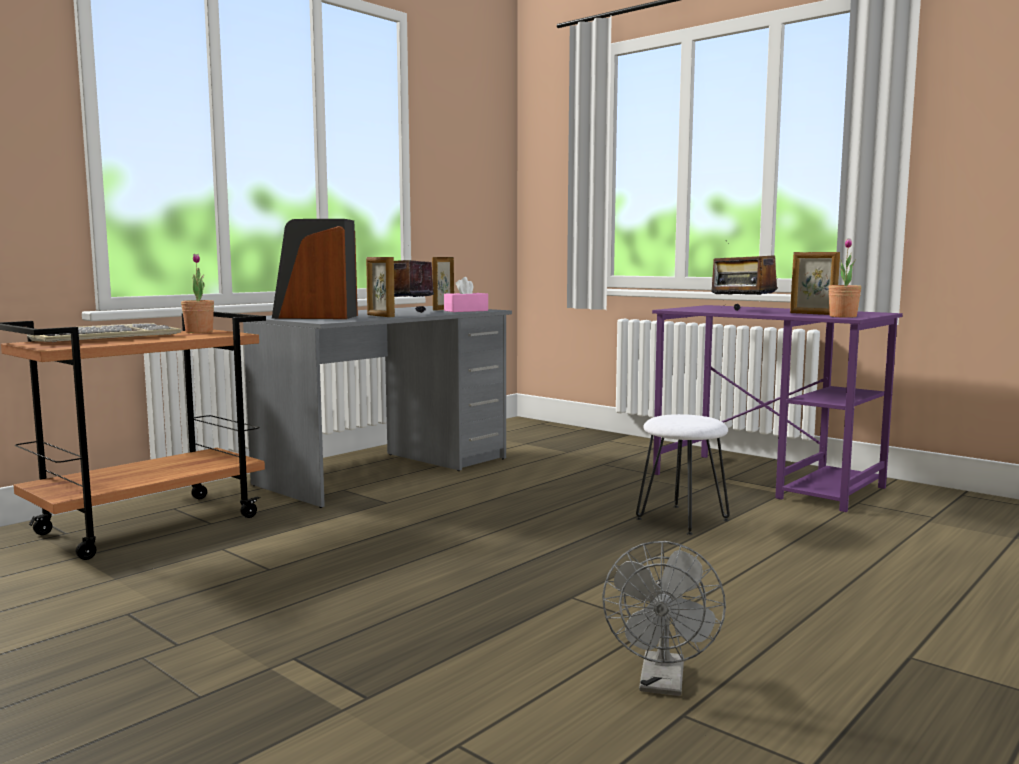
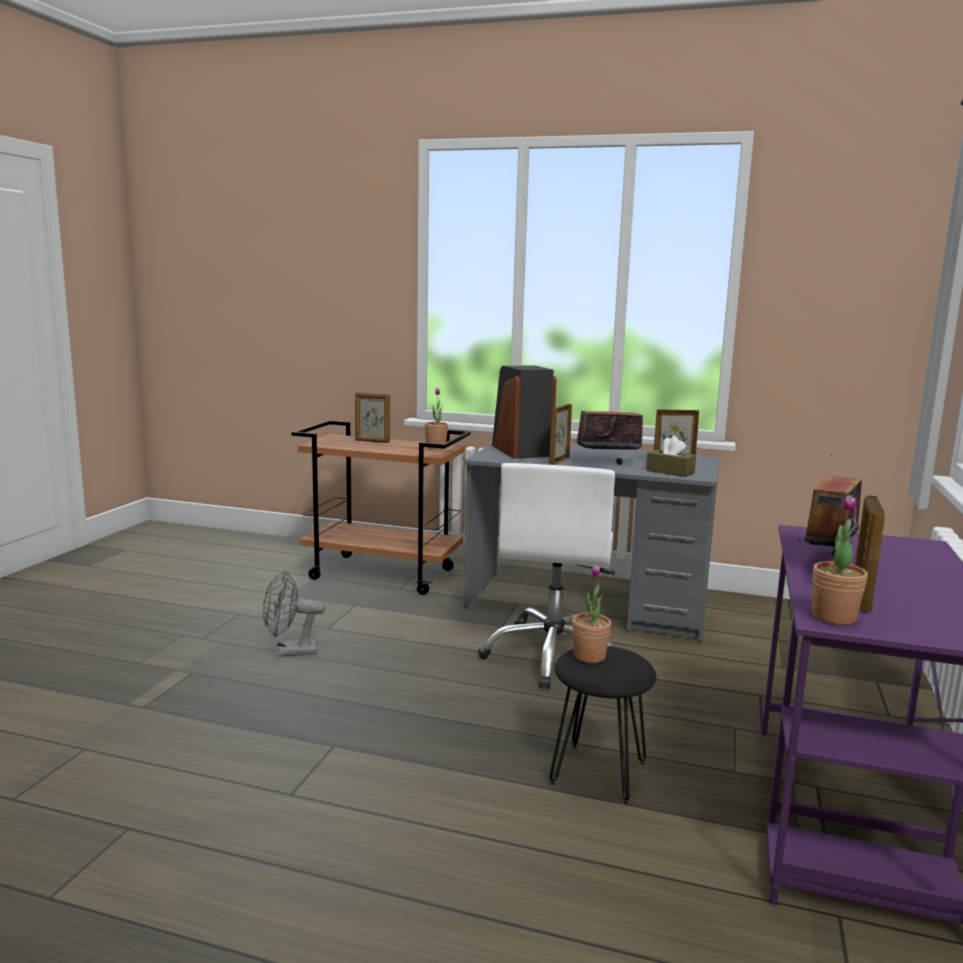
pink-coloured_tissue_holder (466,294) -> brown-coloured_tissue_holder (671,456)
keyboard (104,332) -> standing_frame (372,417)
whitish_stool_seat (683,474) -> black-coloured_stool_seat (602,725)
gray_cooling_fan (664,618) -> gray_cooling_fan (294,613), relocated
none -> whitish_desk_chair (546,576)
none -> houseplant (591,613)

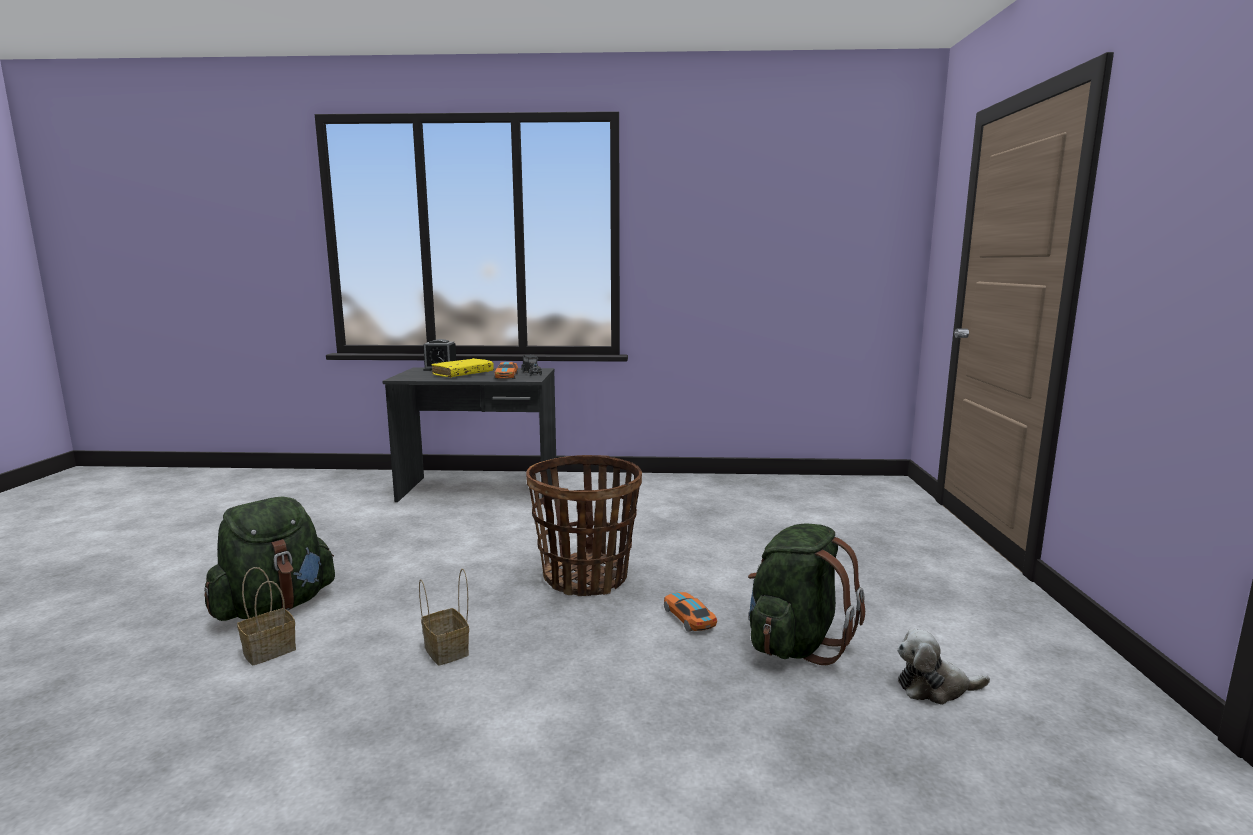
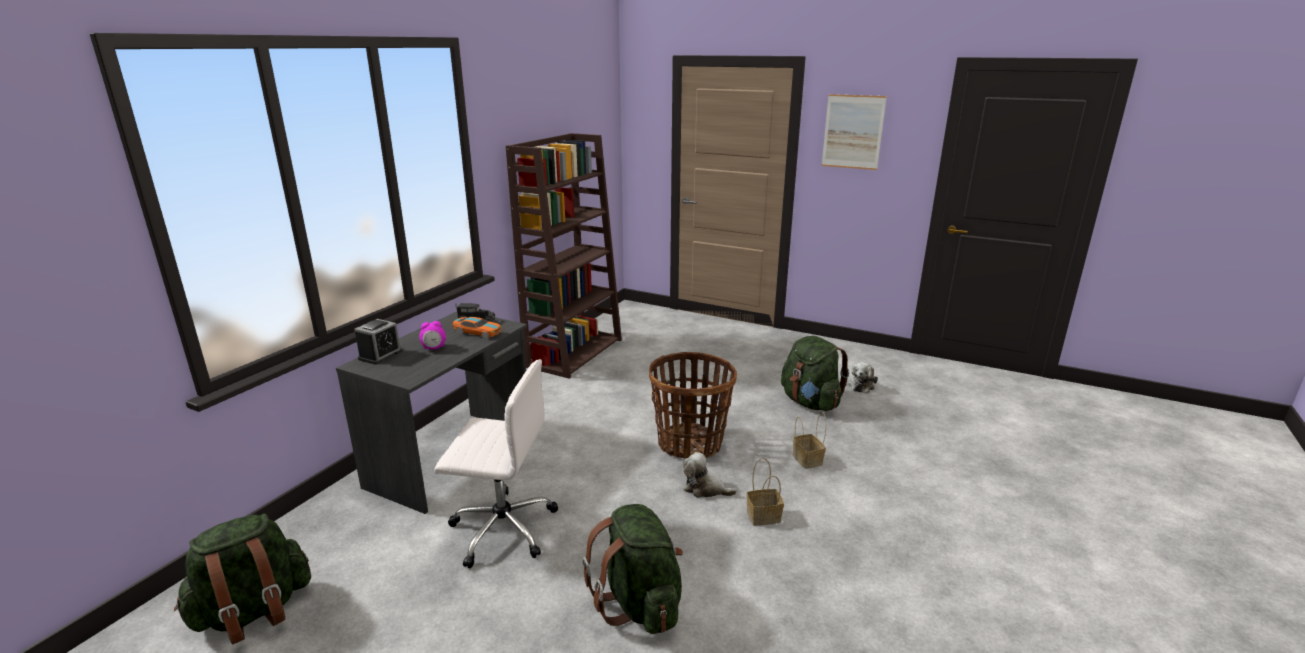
yellow-coloured_volume (463,368) -> alarm_clock (432,335)
storage_basket (266,616) -> storage_basket (809,440), relocated
toy_car (690,612) -> none
none -> picture (854,132)
none -> brown-coloured_bookshelf (564,256)
none -> whitish_desk_chair (496,464)
none -> cuddly_toy (710,475)
none -> greenish_knapsack (242,579)

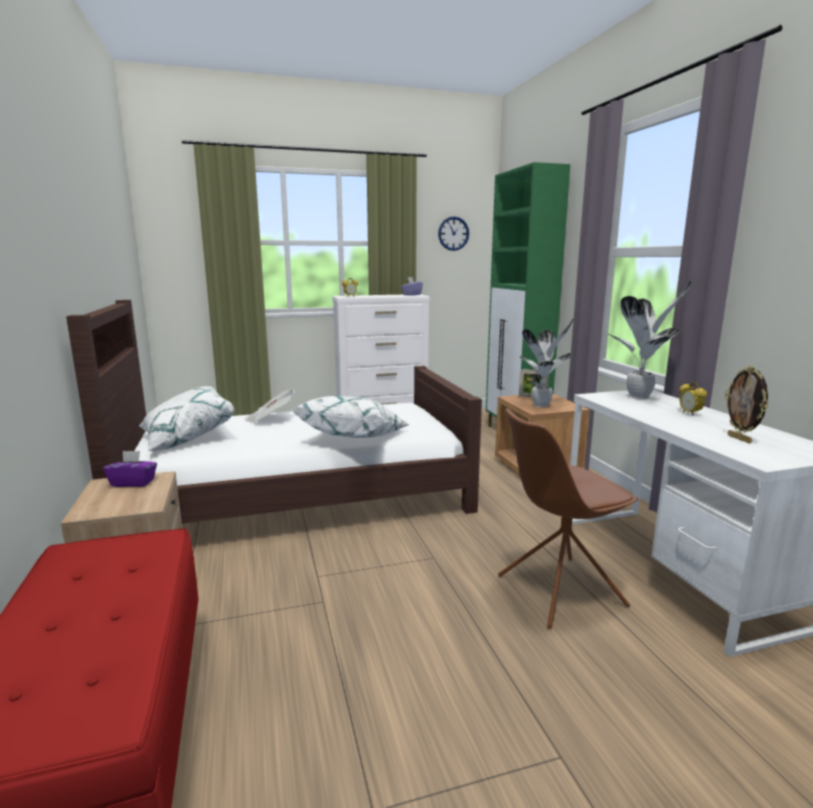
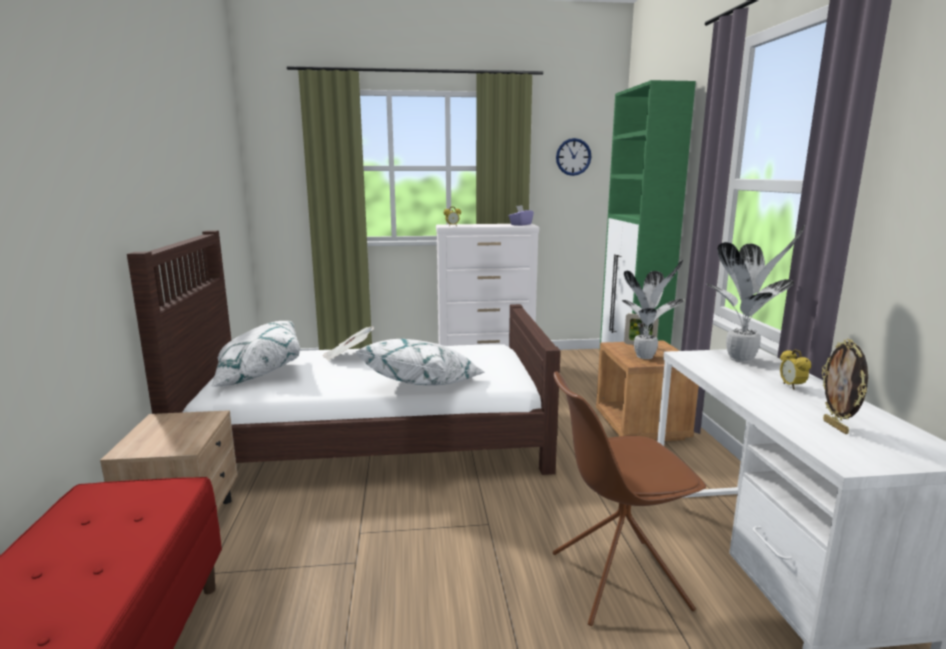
purple_tissue_holder (130,469) -> none

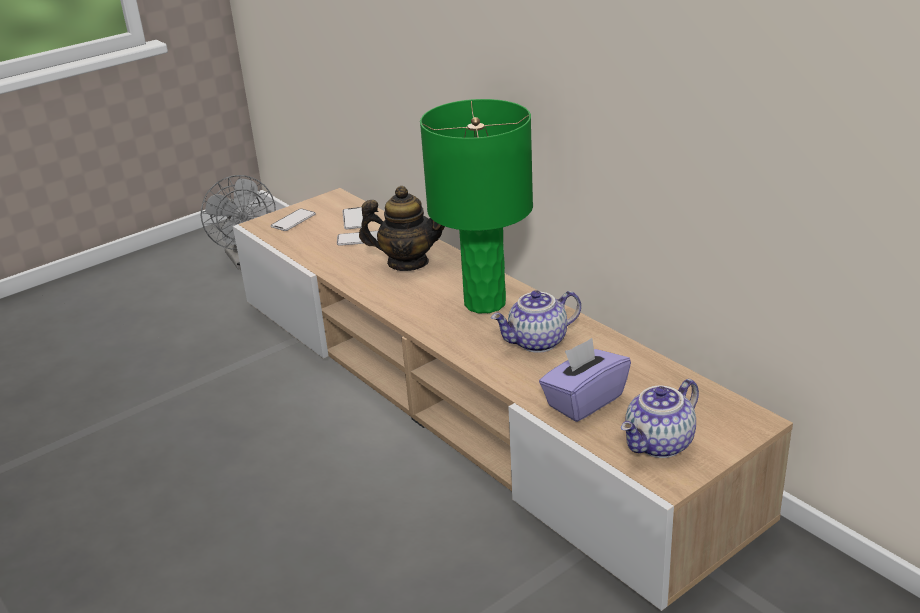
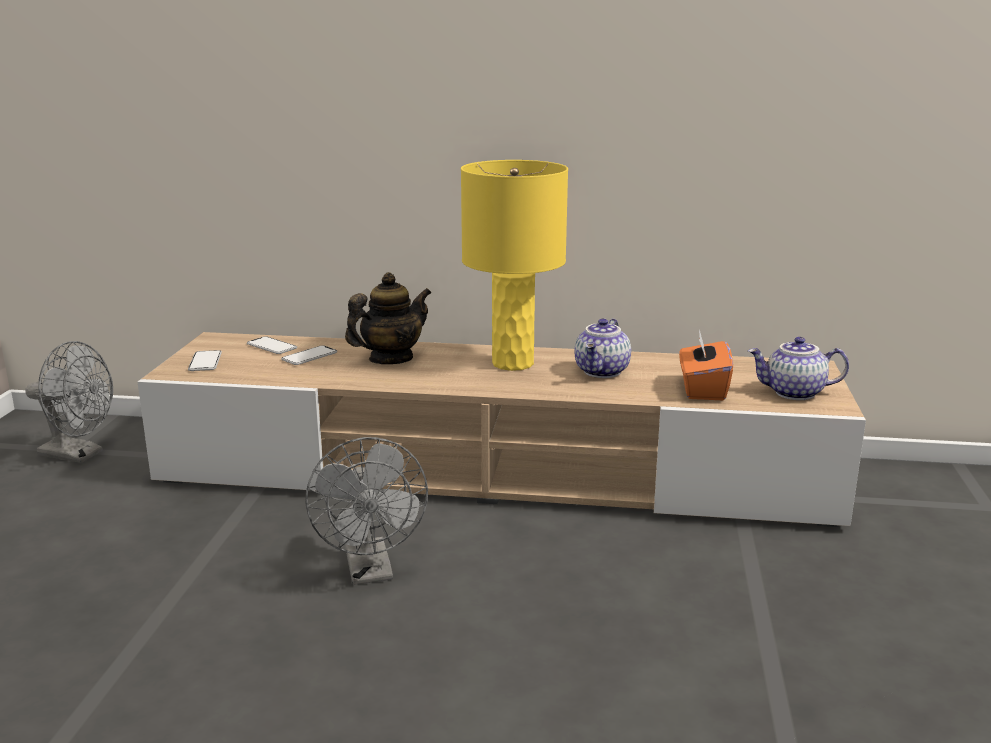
greenish_tabletop_lamp (476,206) -> yellow-coloured_tabletop_lamp (514,265)
purple_tissue_holder (585,380) -> orange_tissue_holder (706,364)
tea_pot (660,418) -> tea_pot (798,368), 90 degrees clockwise
none -> gray_cooling_fan (366,511)

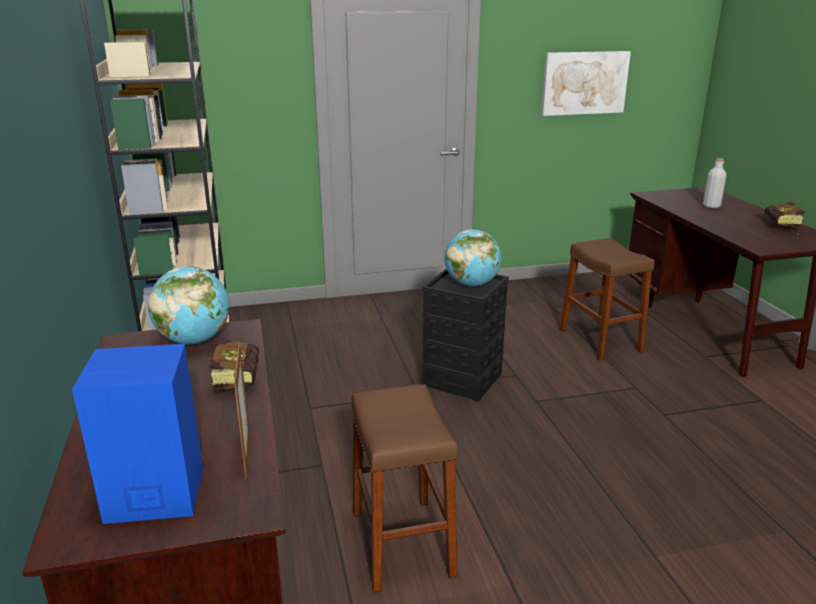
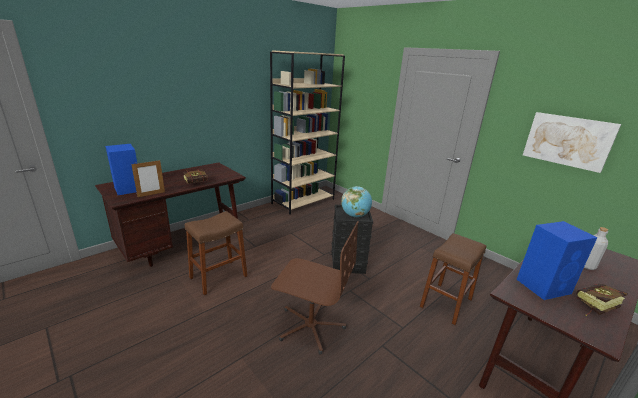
globe (188,305) -> none
none -> brown-coloured_desk_chair (315,287)
none -> bluish_speaker (556,260)

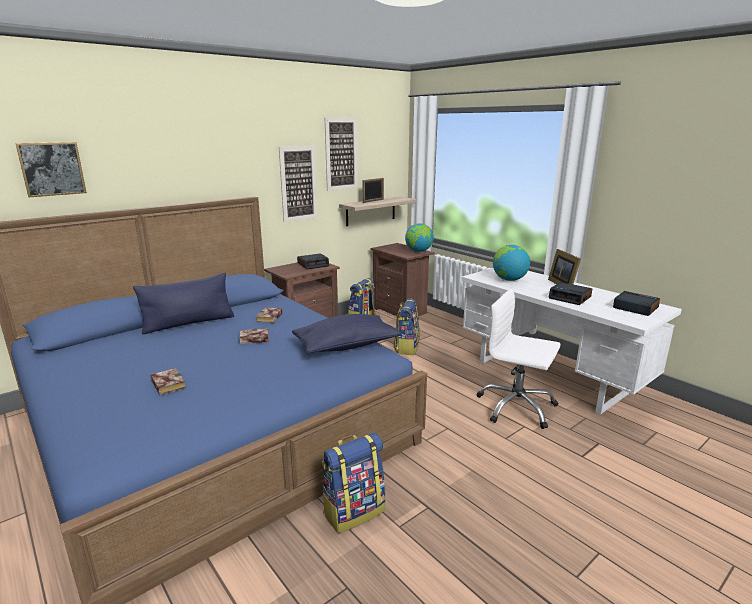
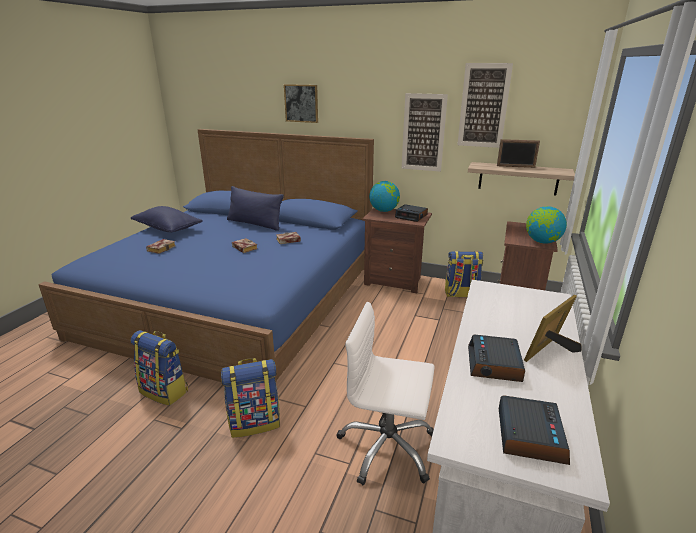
picture (51,169) -> picture (301,103), relocated
globe (511,263) -> globe (384,196), relocated
whitish_desk_chair (518,359) -> whitish_desk_chair (385,393), 75 degrees counterclockwise
knapsack (406,327) -> knapsack (250,398), relocated
bluish_cushion (346,334) -> bluish_cushion (166,219), relocated

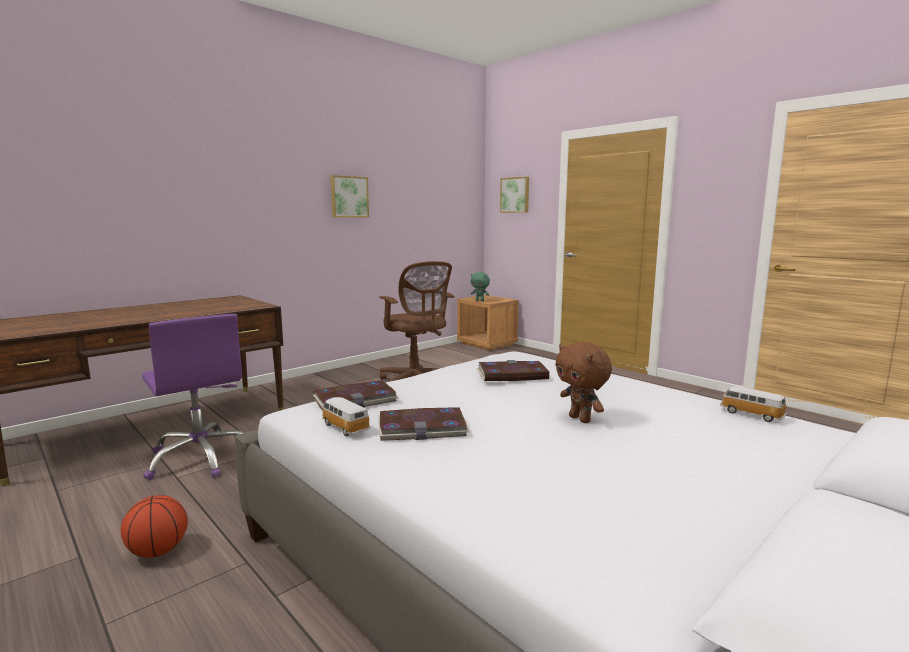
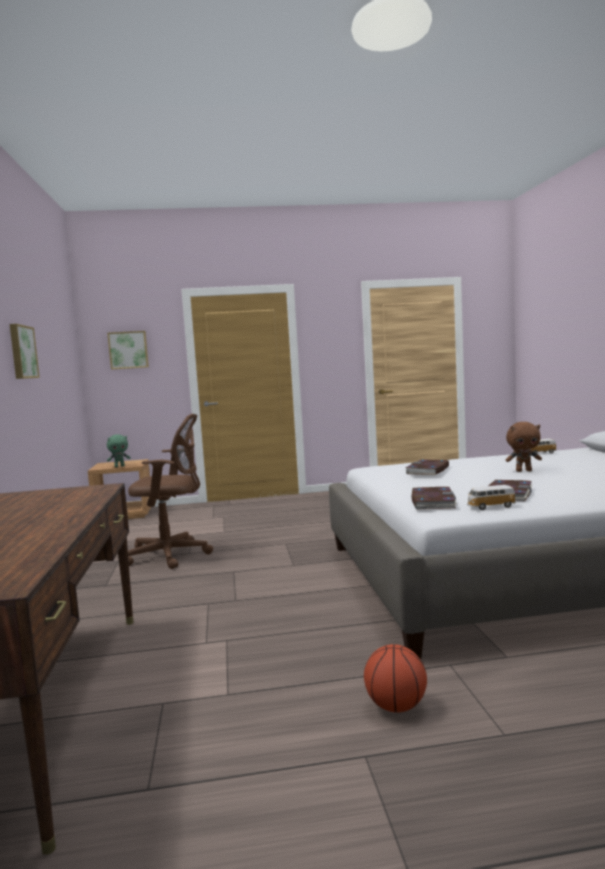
purple_desk_chair (193,397) -> none

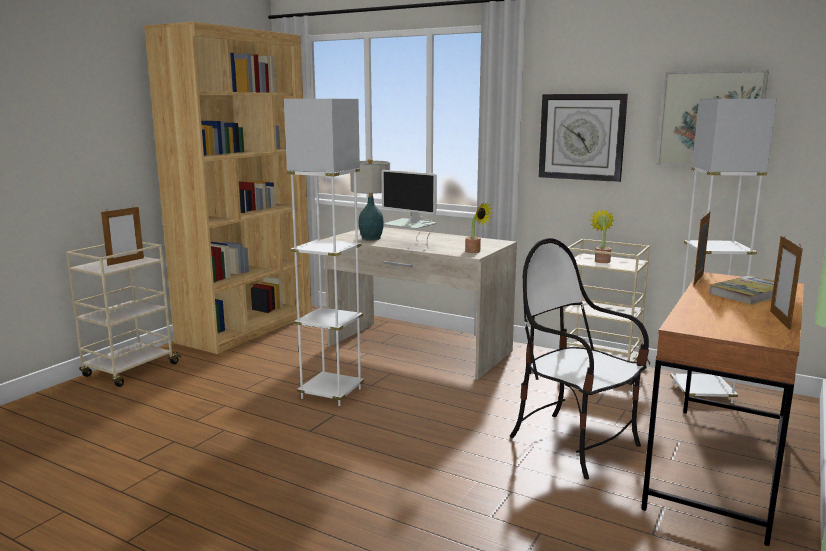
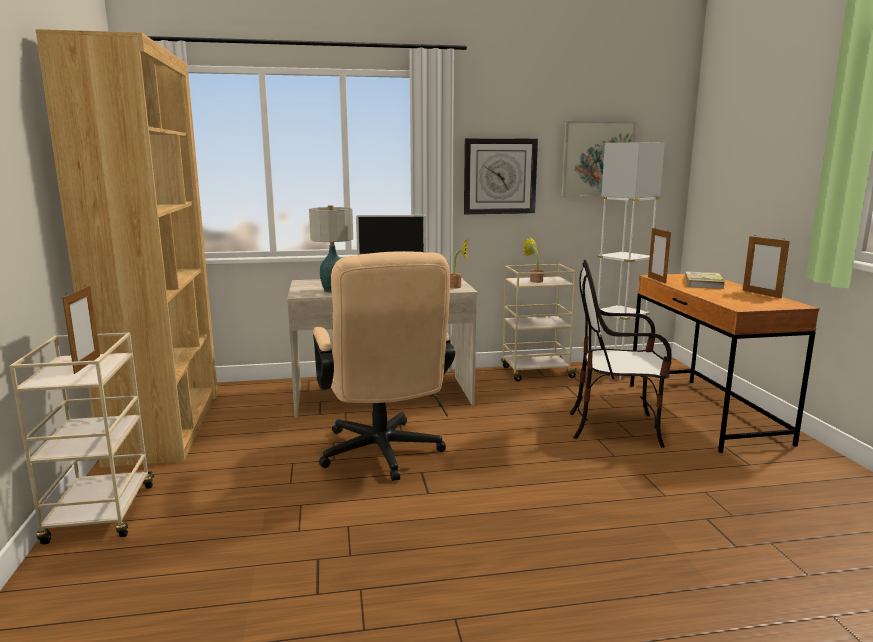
whitish_floor_lamp (324,252) -> beige_desk_chair (384,366)

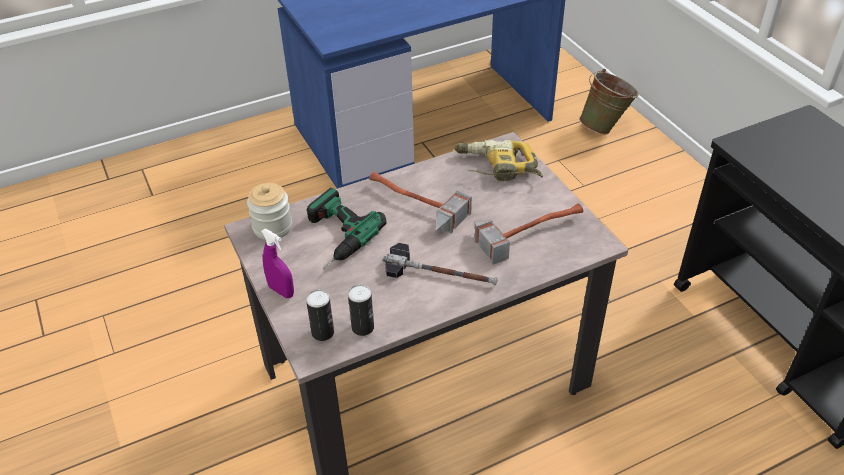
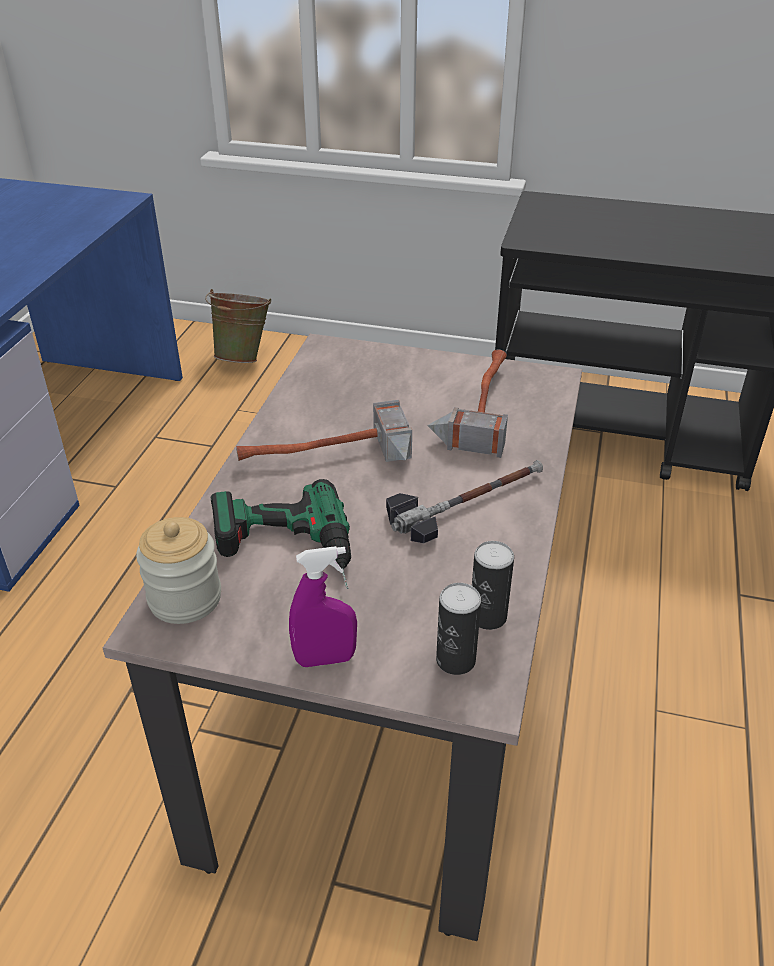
drill (498,160) -> none

